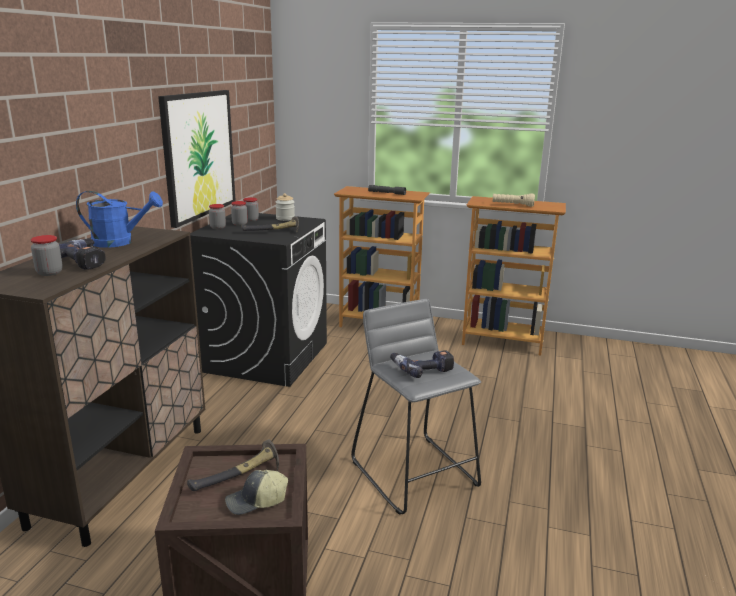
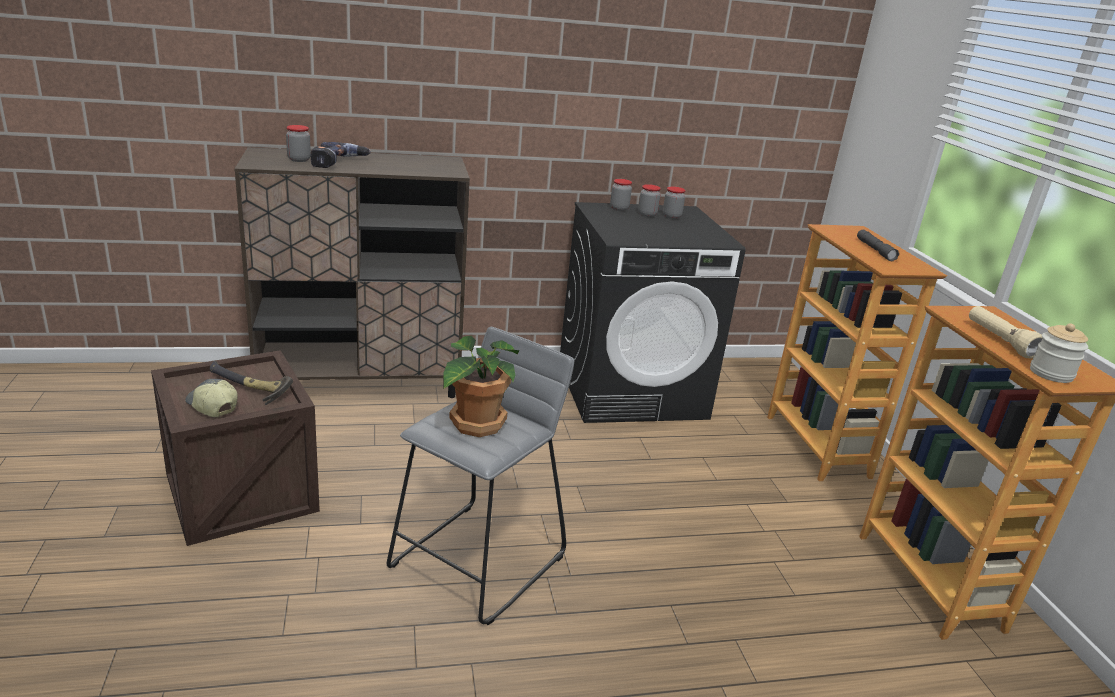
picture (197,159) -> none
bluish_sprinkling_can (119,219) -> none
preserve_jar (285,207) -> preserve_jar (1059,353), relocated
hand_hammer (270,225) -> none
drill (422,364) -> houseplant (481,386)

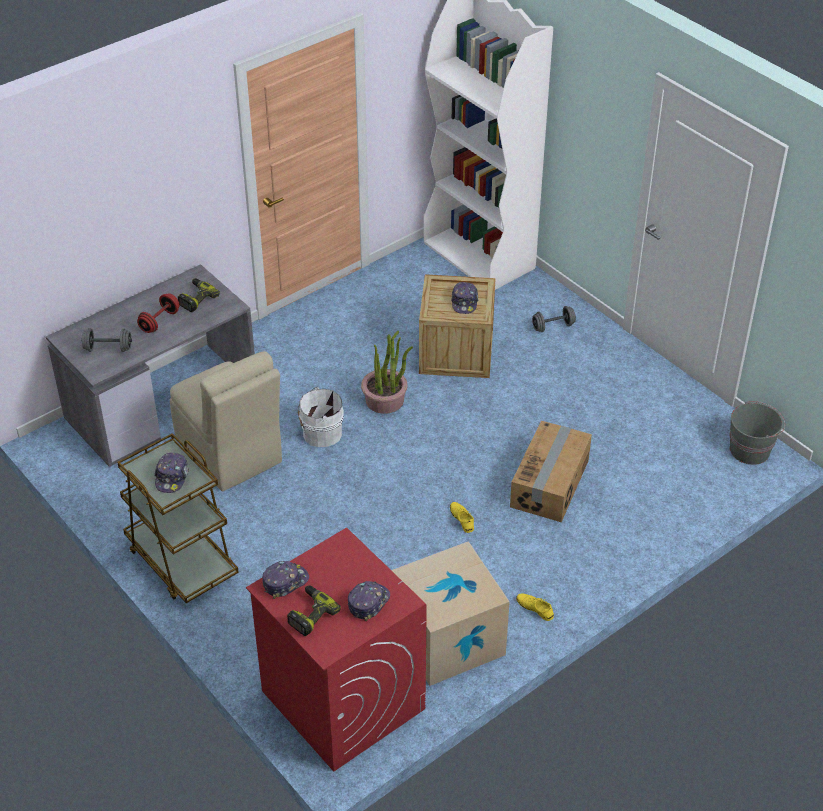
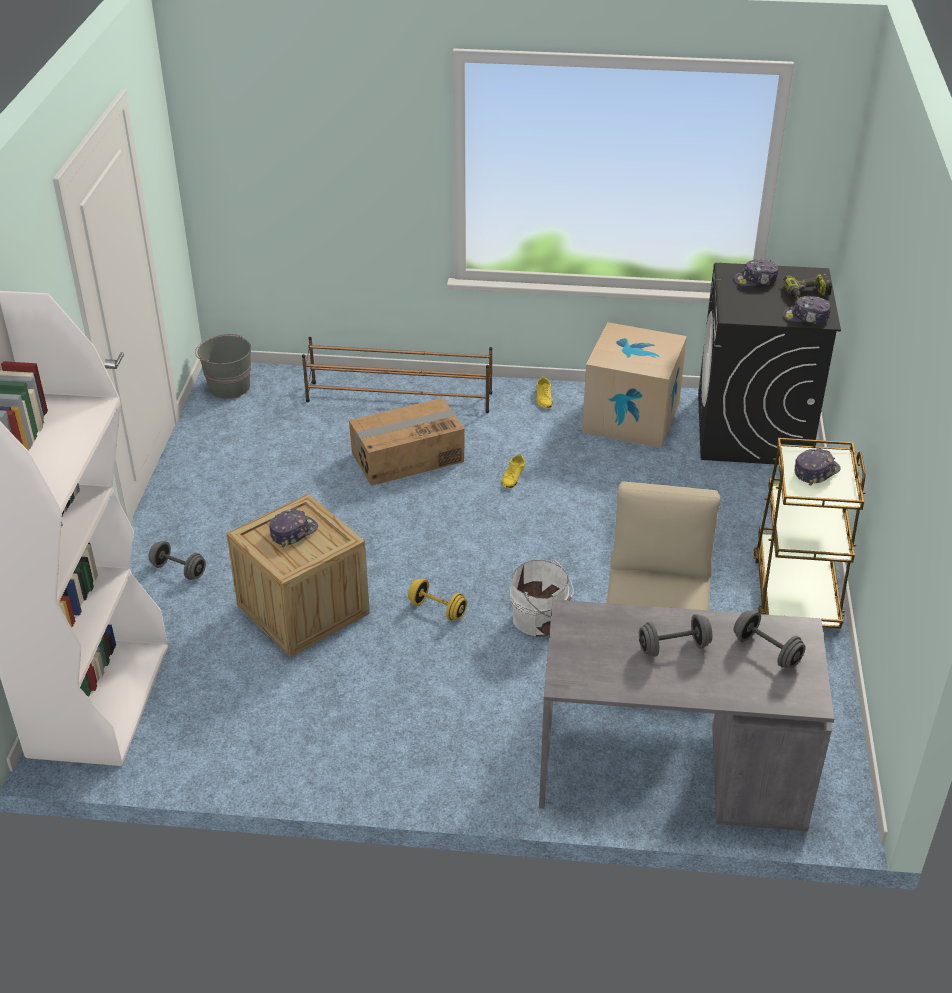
drill (199,295) -> none
reddish_dumbbell (158,313) -> gray_dumbbell (675,635)
houseplant (387,372) -> yellow-coloured_dumbbell (437,599)
reddish_laundry_appliance (336,649) -> black-coloured_laundry_appliance (769,364)
none -> brown-coloured_shoe_rack (397,375)

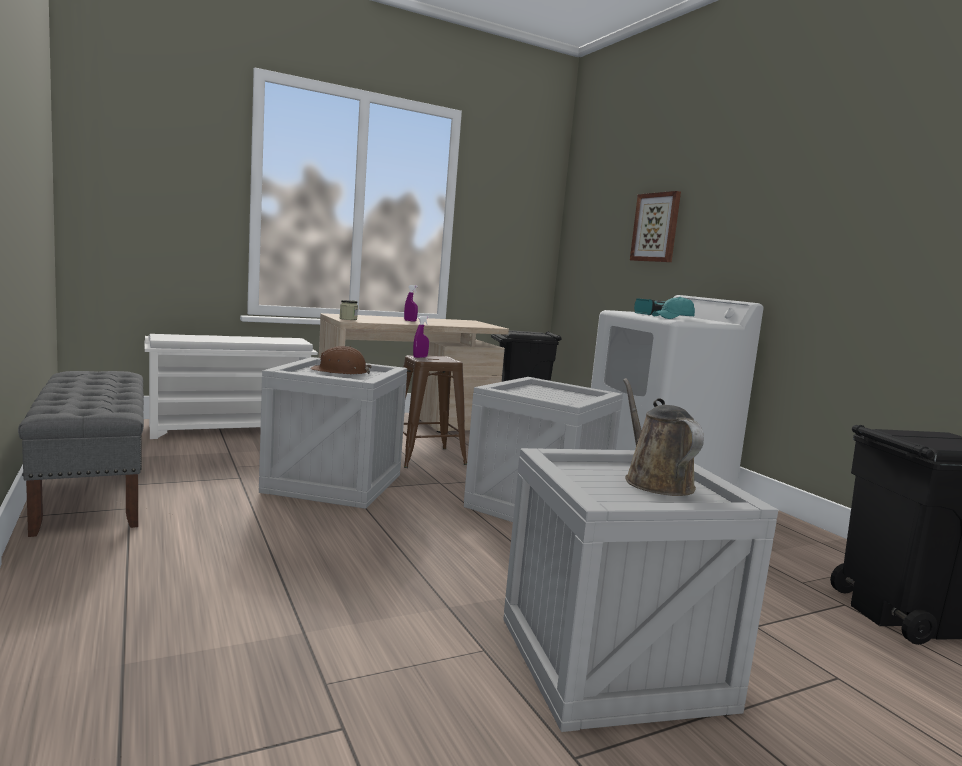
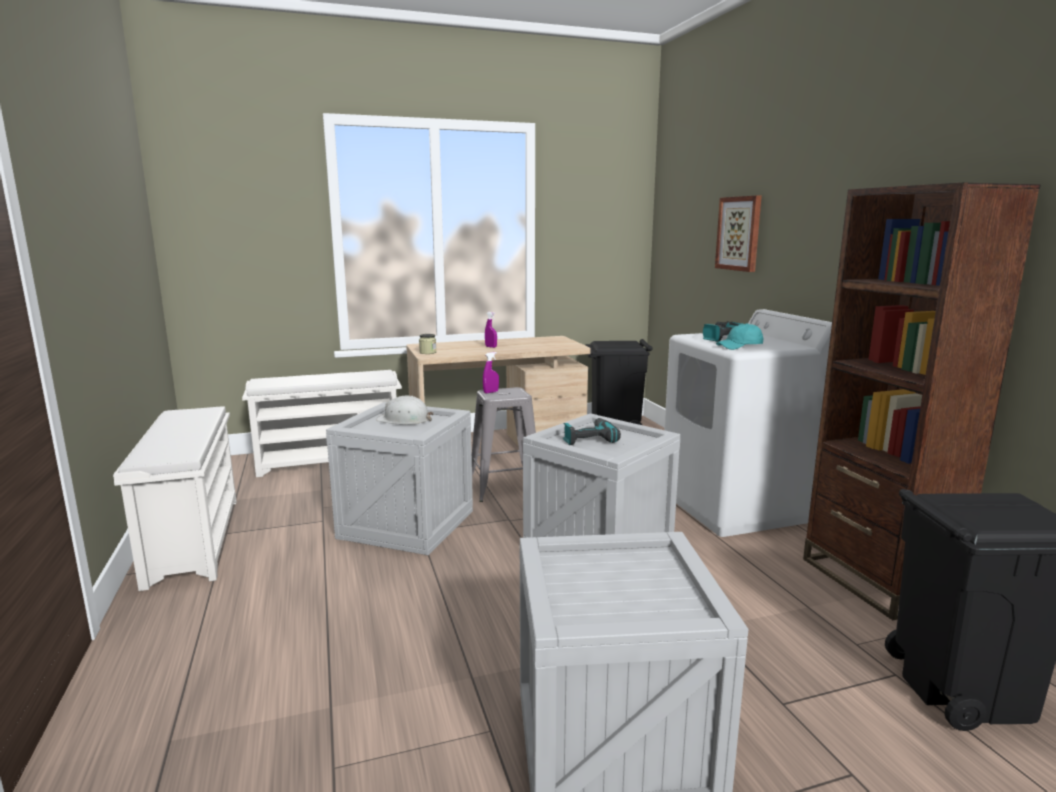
brown-coloured_safety_helmet (341,360) -> whitish_safety_helmet (404,410)
brown-coloured_stool_seat (435,411) -> gray_stool_seat (504,444)
gray_long_seat (81,454) -> whitish_shoe_rack (175,498)
brown-coloured_sprinkling_can (663,437) -> none
none -> brown-coloured_bookshelf (922,401)
none -> drill (592,431)

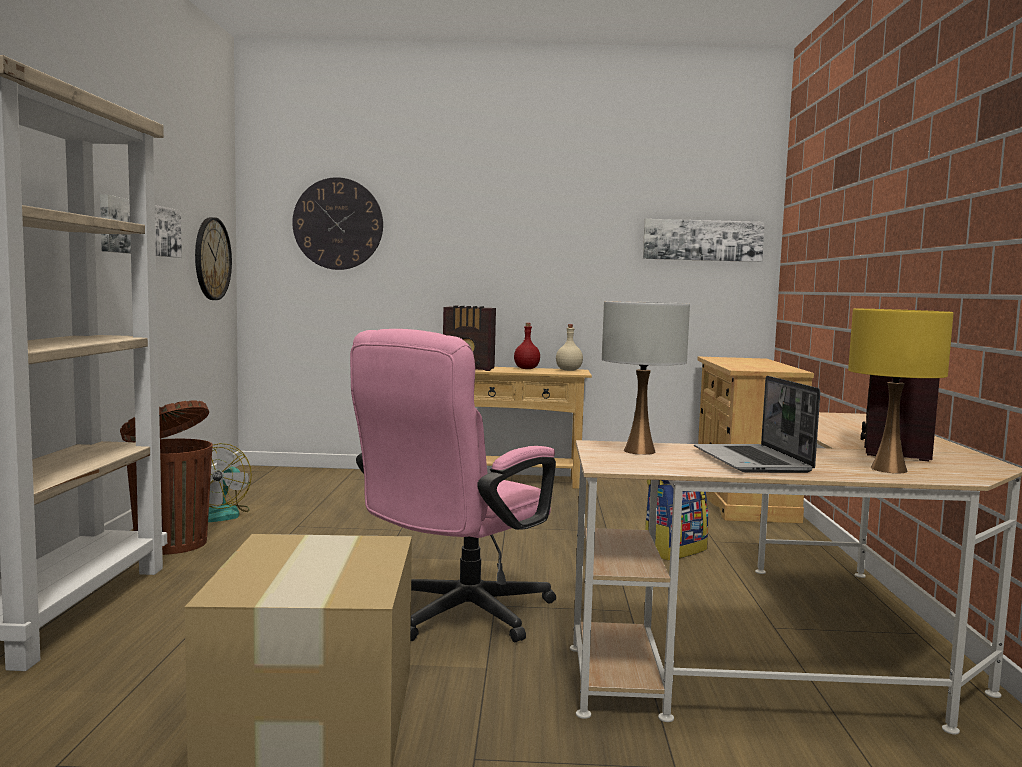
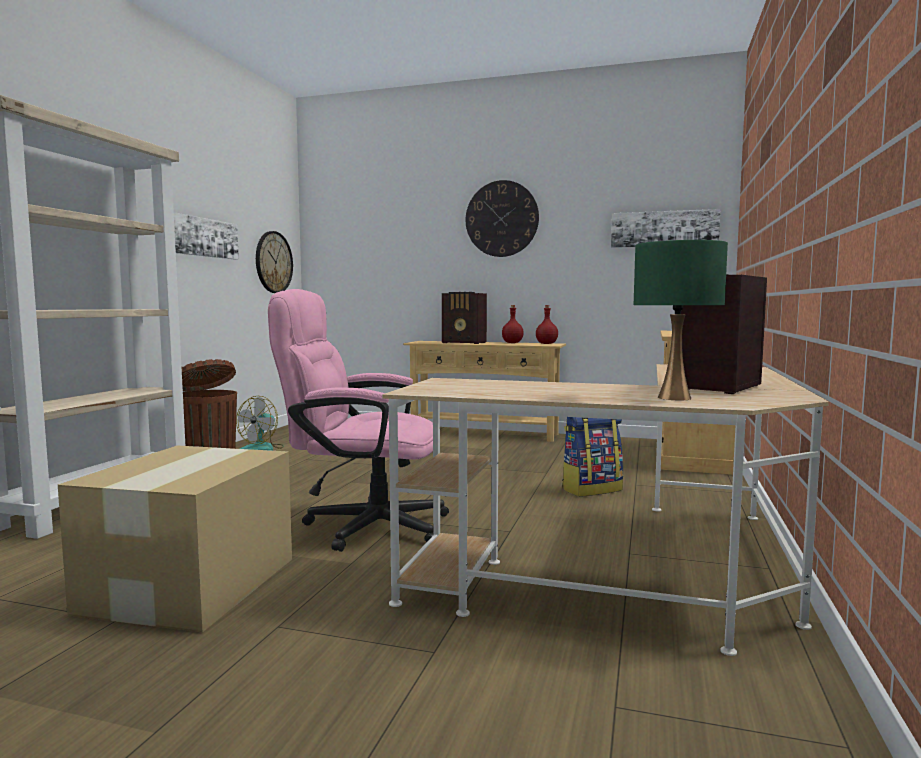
wall_clock (337,223) -> wall_clock (502,218), relocated
whitish_tabletop_lamp (646,378) -> none
yellow-coloured_tabletop_lamp (901,391) -> greenish_tabletop_lamp (681,320)
beige_drink_bottle (569,347) -> reddish_drink_bottle (547,324)
pink-coloured_desk_chair (453,485) -> pink-coloured_desk_chair (358,420), 45 degrees clockwise
laptop (757,424) -> none

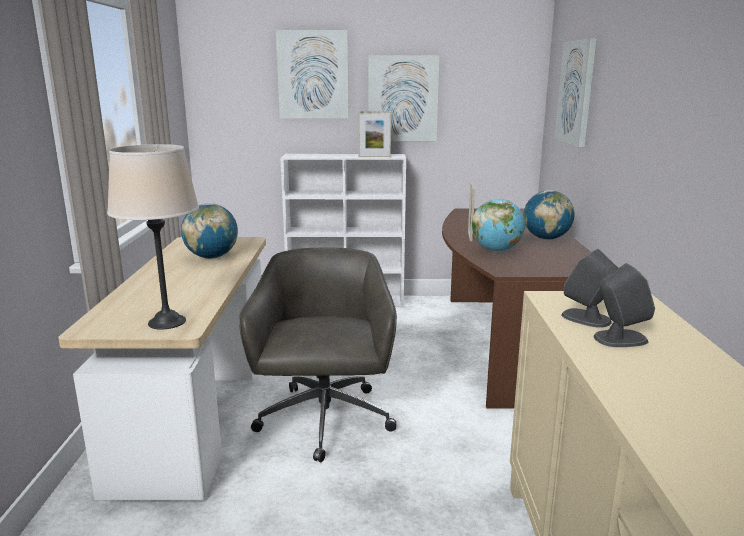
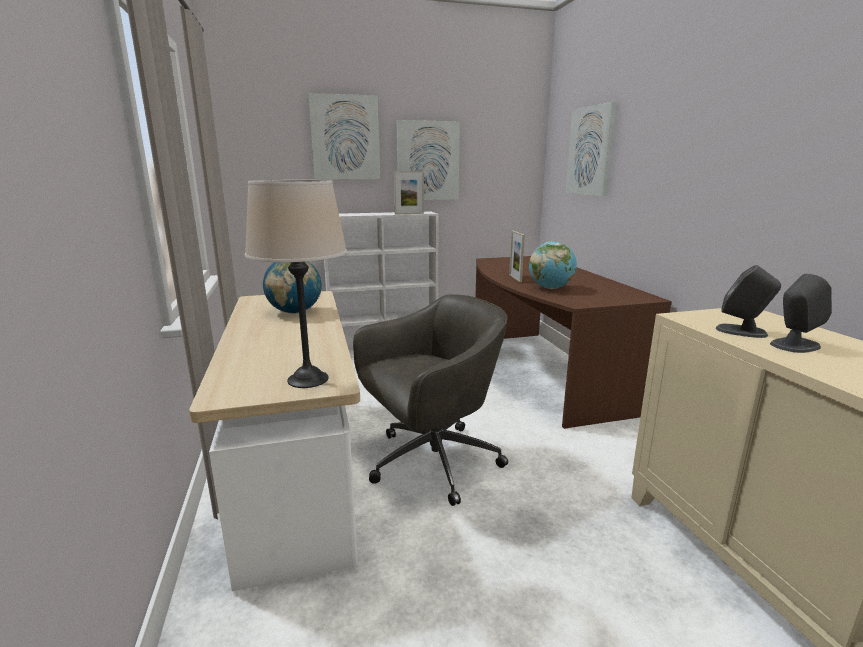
globe (548,215) -> none
gray_desk_chair (318,355) -> gray_desk_chair (430,400), 75 degrees clockwise

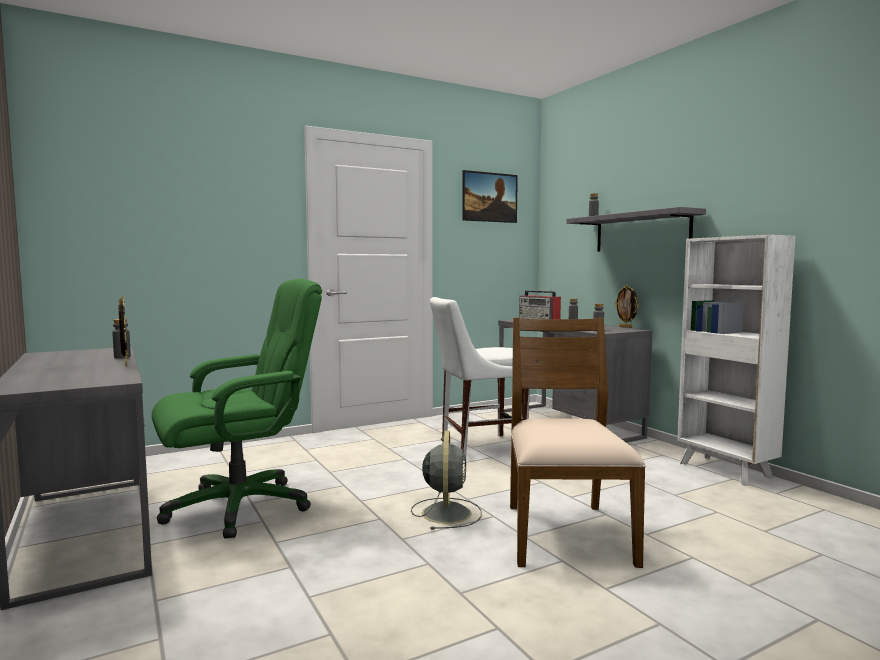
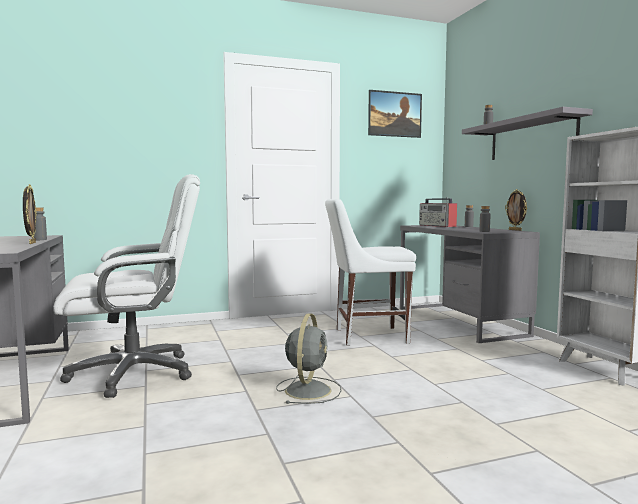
greenish_desk_chair (237,409) -> whitish_desk_chair (126,286)
brown-coloured_plain_chair (578,443) -> none

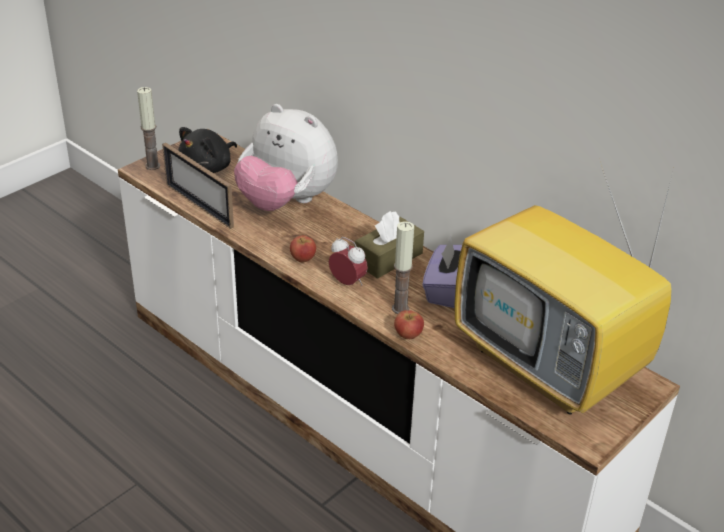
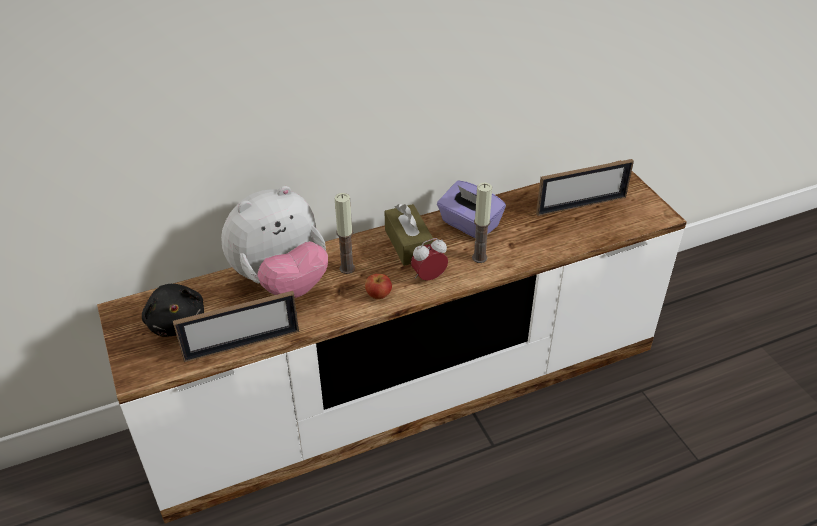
wax_candle (148,128) -> wax_candle (345,233), relocated
TV (563,288) -> standing_frame (585,187)
apple_fruit (409,324) -> none

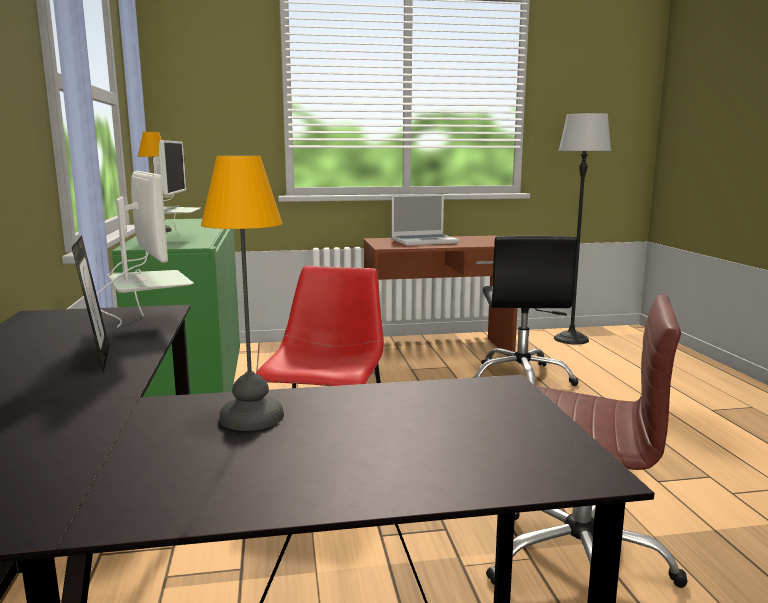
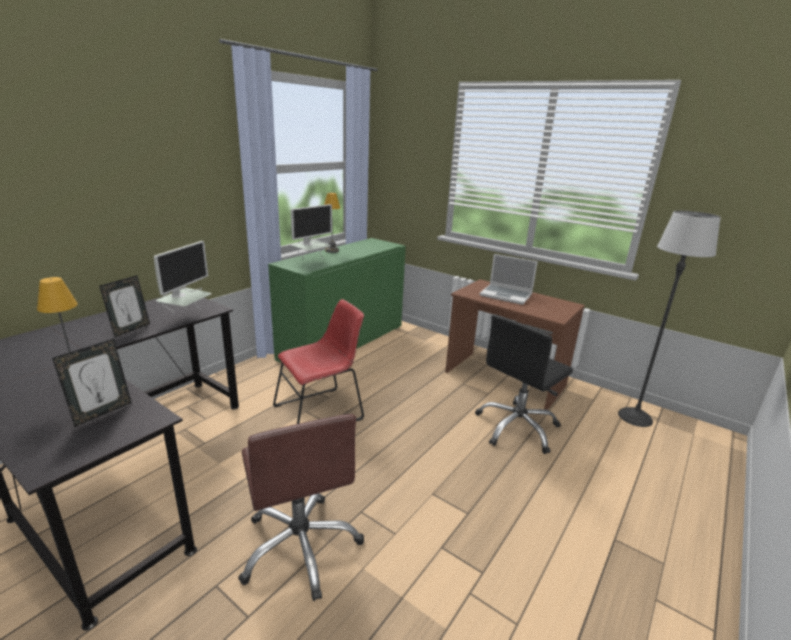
none -> standing_frame (92,383)

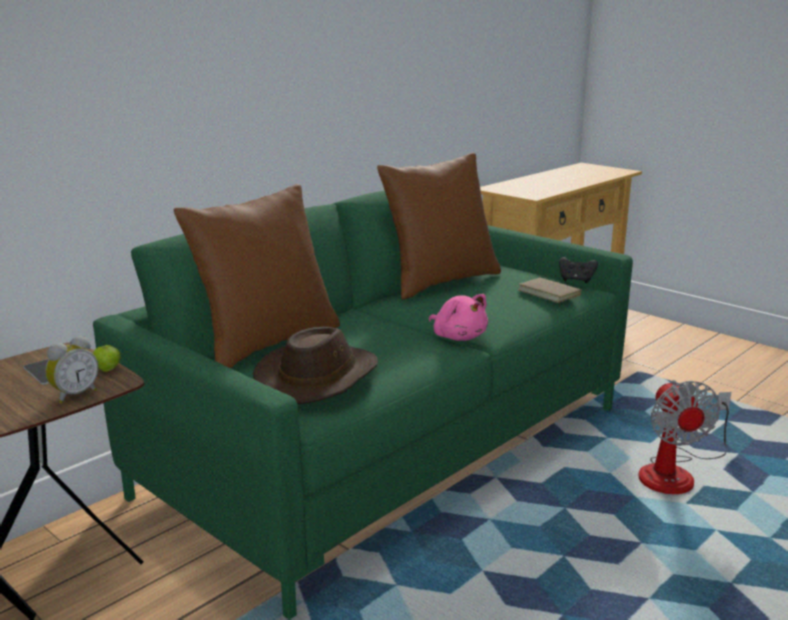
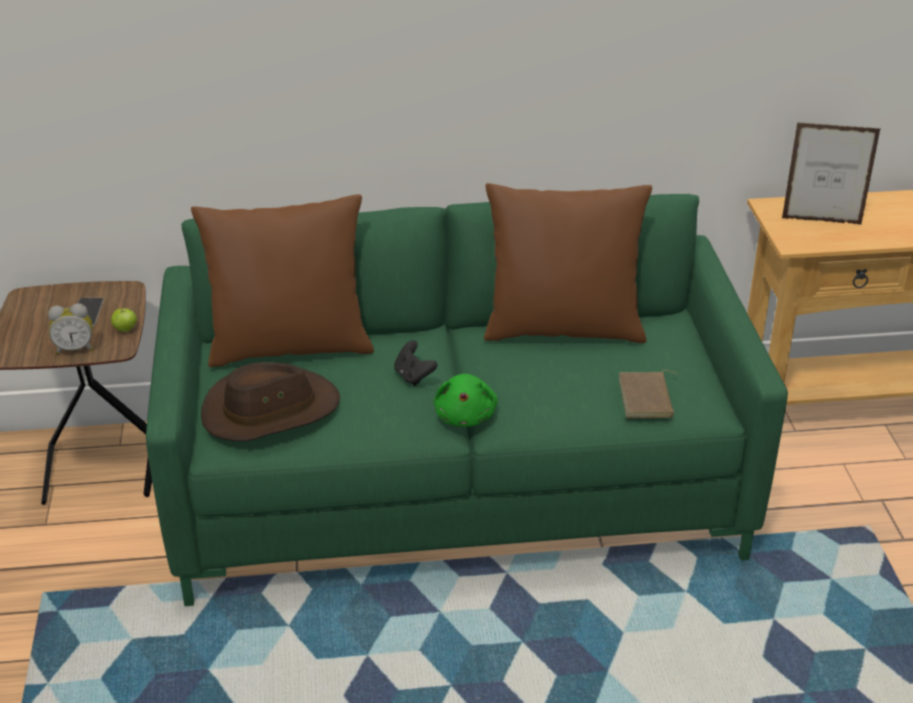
black-coloured_game_controller (578,270) -> black-coloured_game_controller (415,363), relocated
pink-coloured_cuddly_toy (458,317) -> greenish_cuddly_toy (466,400)
cooling_fan (684,437) -> none
none -> standing_frame (831,174)

